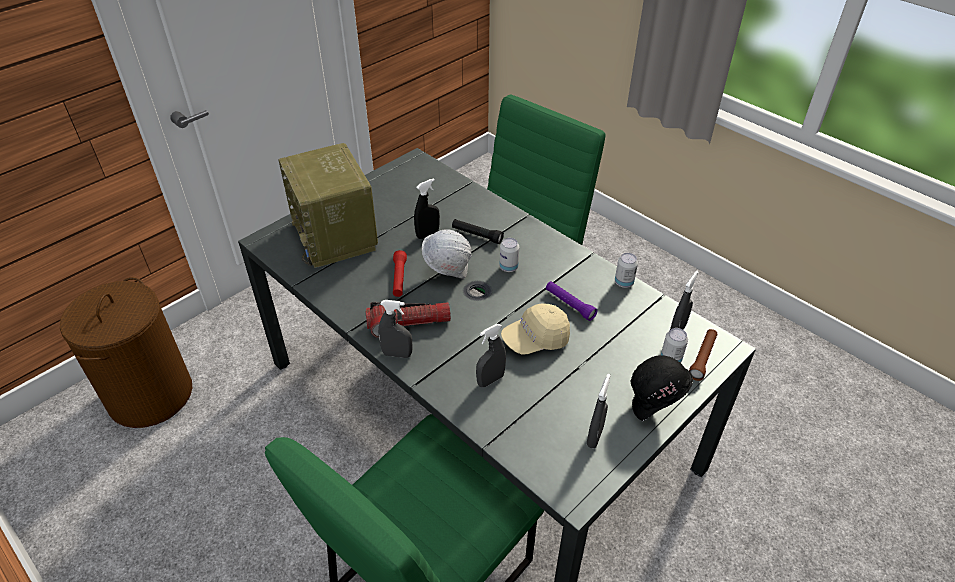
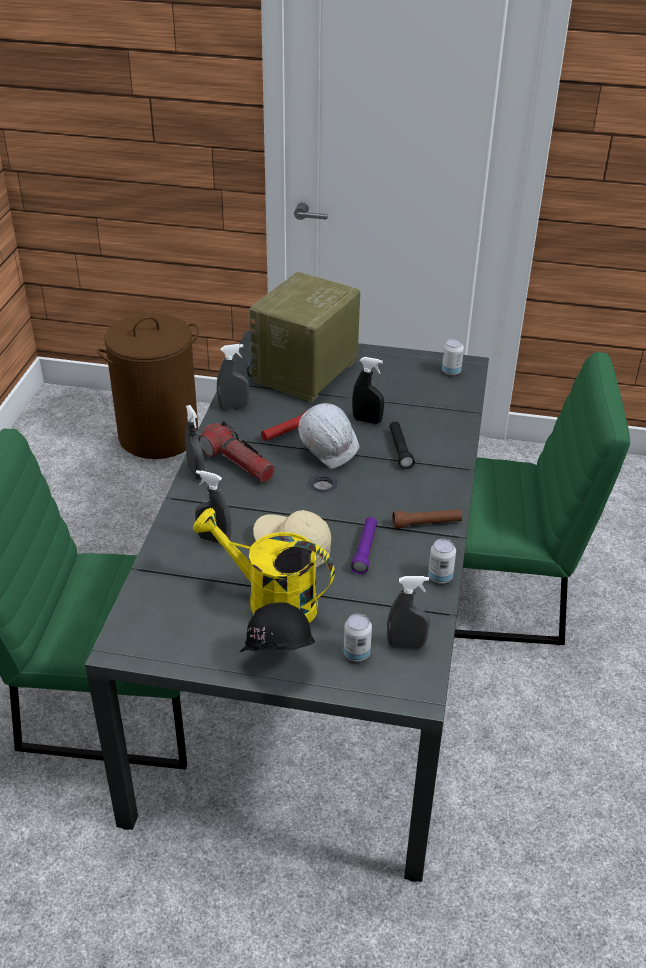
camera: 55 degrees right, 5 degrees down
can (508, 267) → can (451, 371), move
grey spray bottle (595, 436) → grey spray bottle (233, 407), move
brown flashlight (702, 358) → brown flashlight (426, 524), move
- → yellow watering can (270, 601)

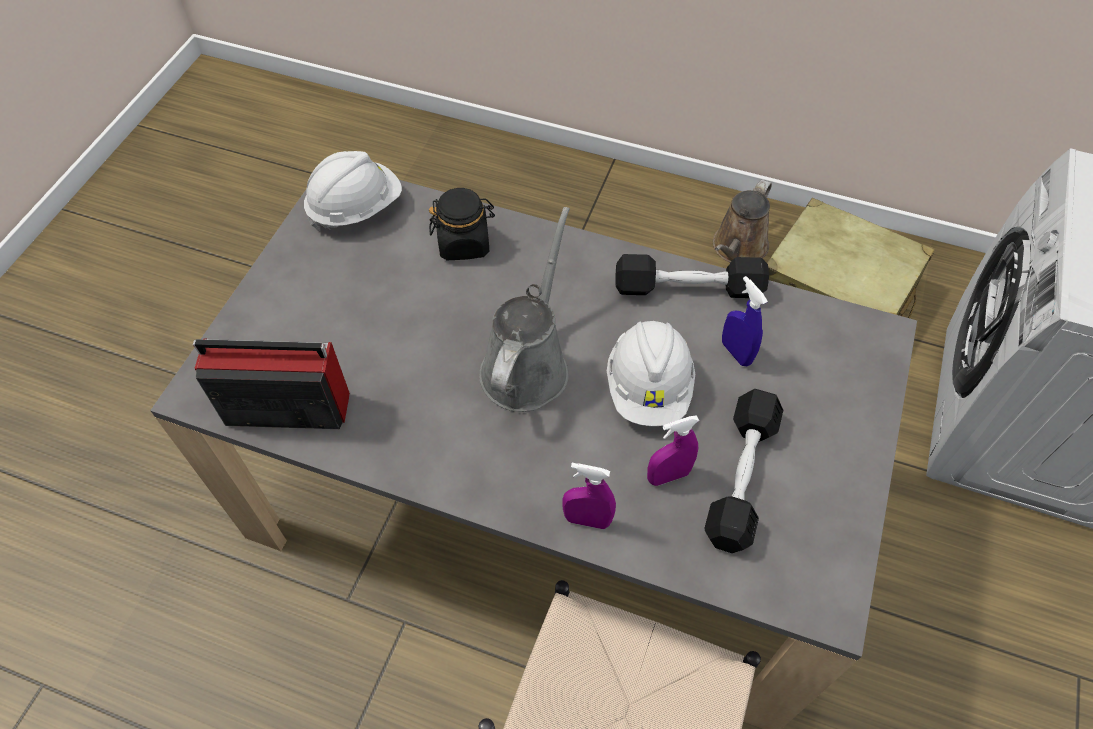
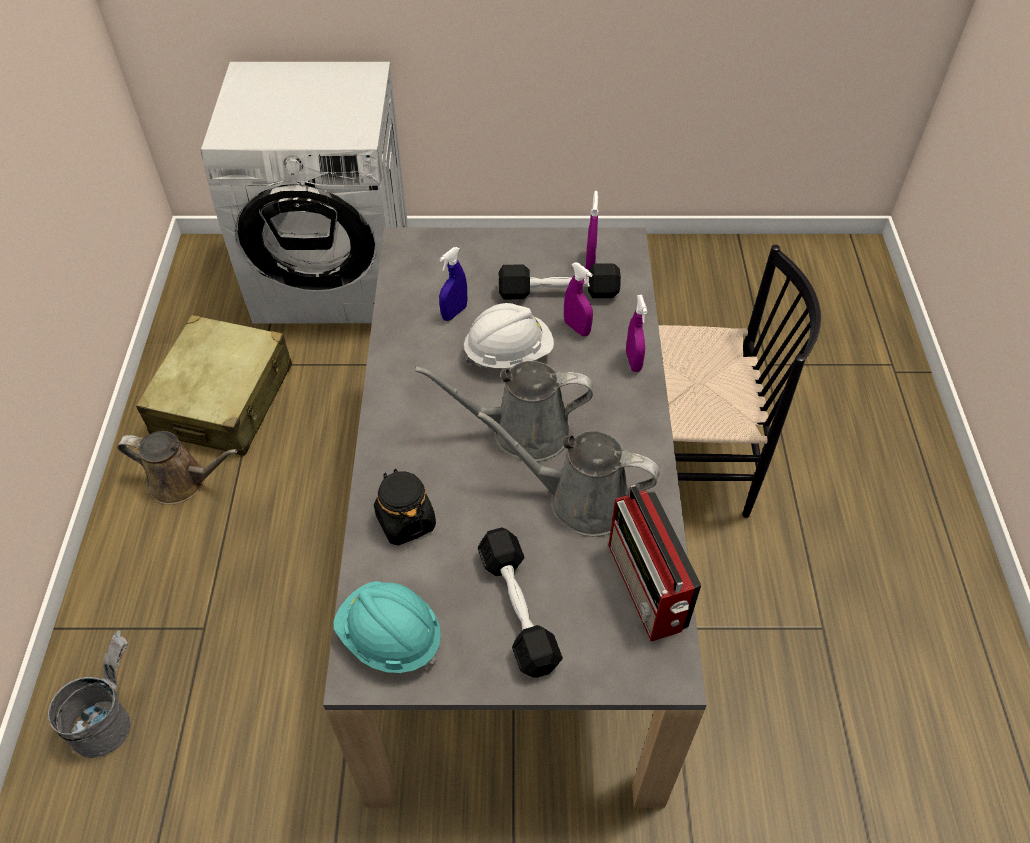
camera: 110 degrees left, 5 degrees down
white hard hat (356, 208) → turquoise hard hat (390, 637)
black dumbbell (688, 288) → black dumbbell (518, 609), move
- → grey bucket (110, 720)
- → grey watering can (580, 500)
- → purple spray bottle (590, 261)

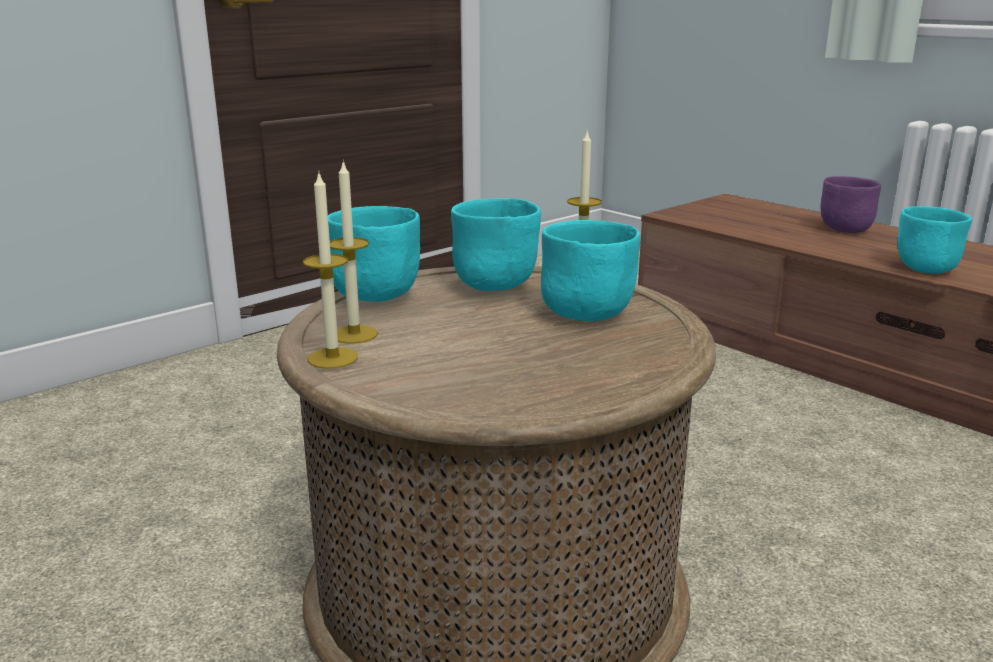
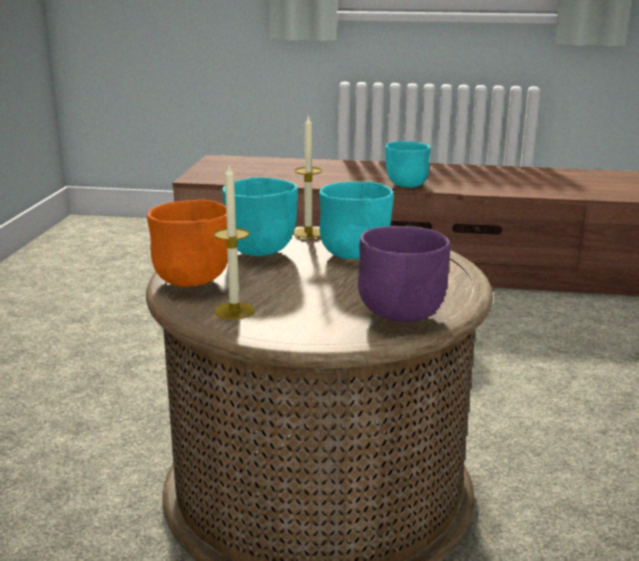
camera: 40 degrees left, 0 degrees up
candle (332, 358) → -
turquoise bowl (378, 296) → orange bowl (194, 280)
purple bowl (845, 230) → purple bowl (401, 315), move

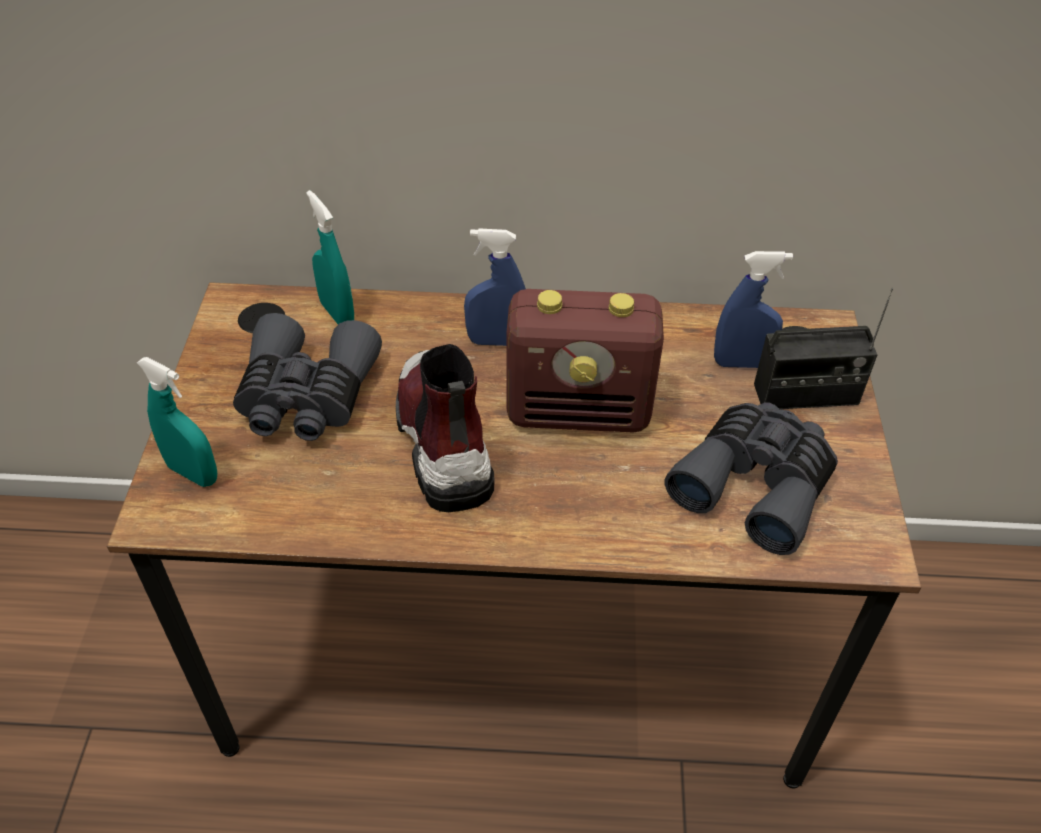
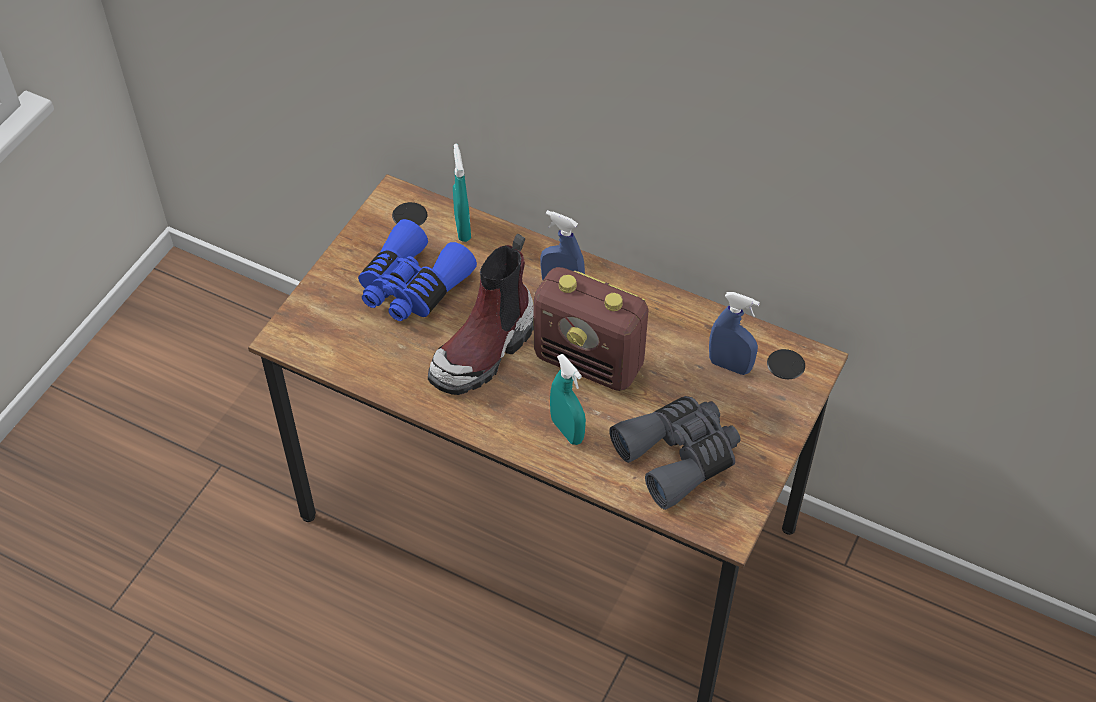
camera: 25 degrees right, 5 degrees up
turquoise spray bottle (193, 473) → turquoise spray bottle (567, 430), move
grey binoculars (306, 396) → blue binoculars (412, 286)
boot (442, 441) → boot (485, 350), 150 degrees counterclockwise
radio (806, 394) → -

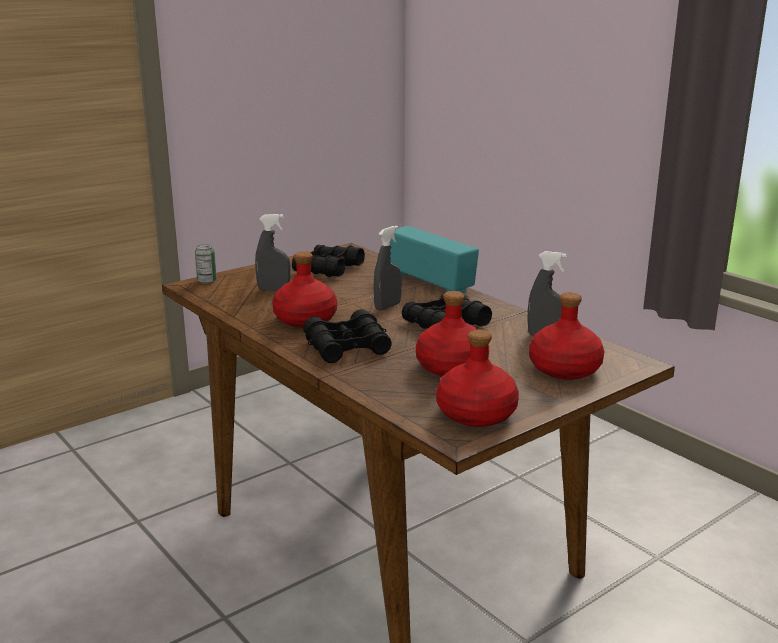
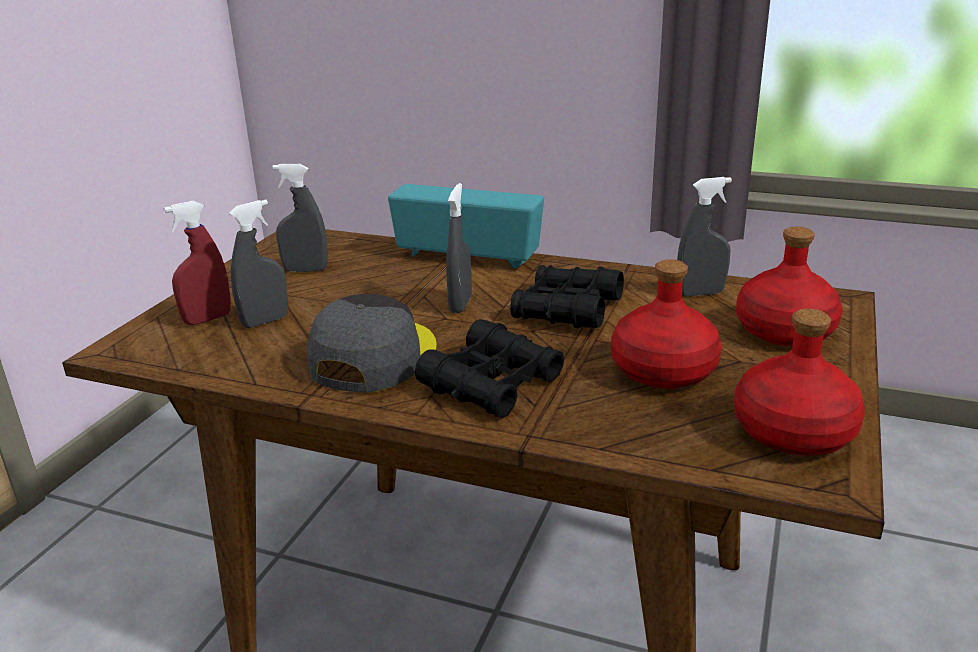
camera: 30 degrees left, 5 degrees up
can (207, 281) → -
red bottle (304, 319) → grey cap (373, 357)
black binoculars (328, 269) → grey spray bottle (305, 270)
- → red spray bottle (207, 319)

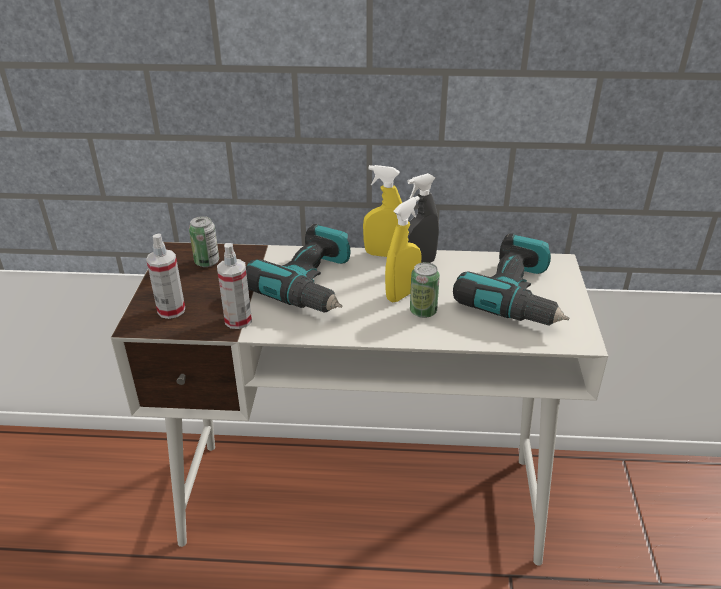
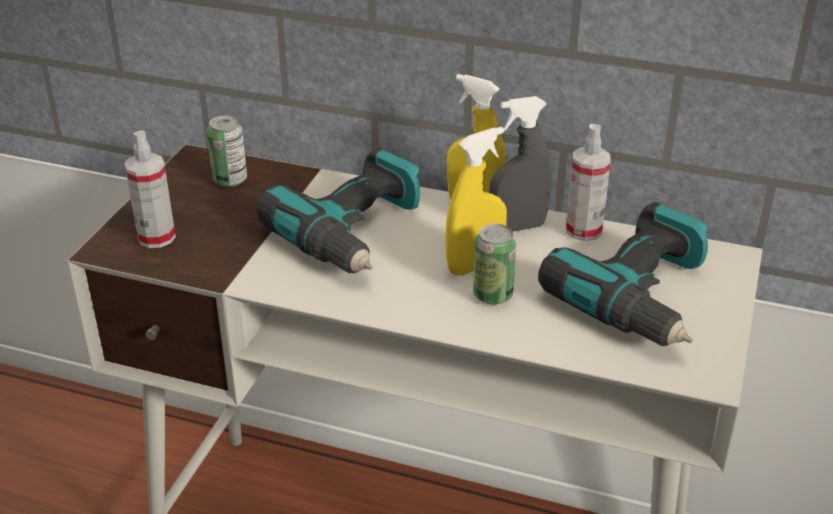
camera: 15 degrees right, 0 degrees up
spray bottle (238, 320) → spray bottle (583, 230), move

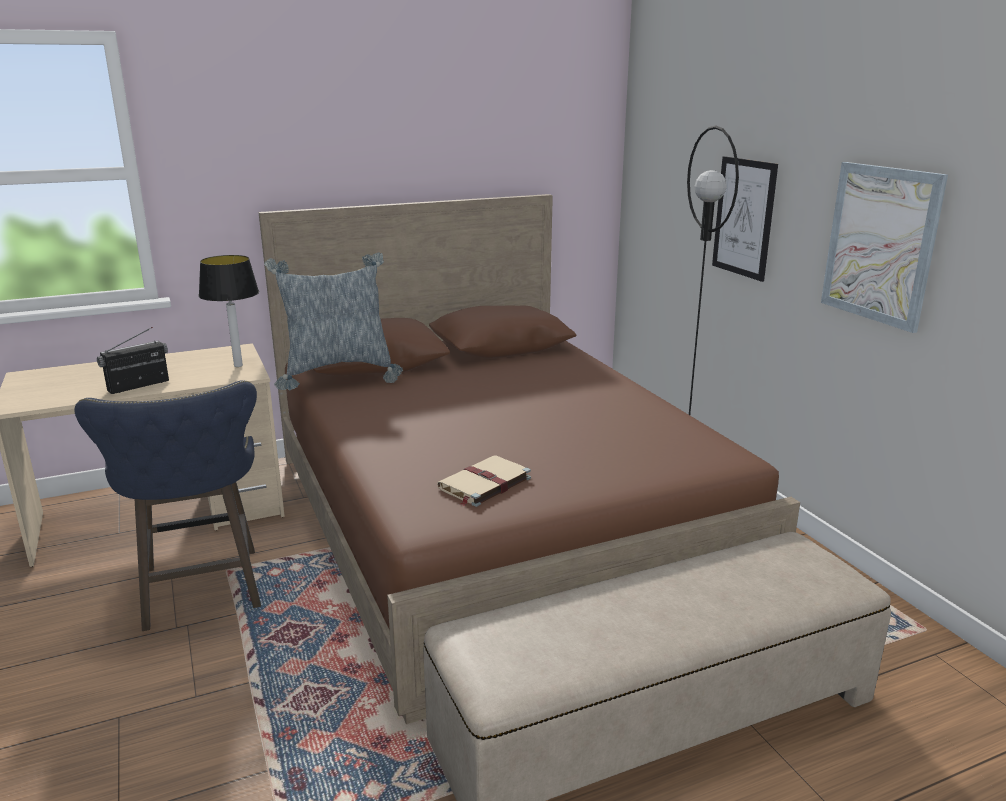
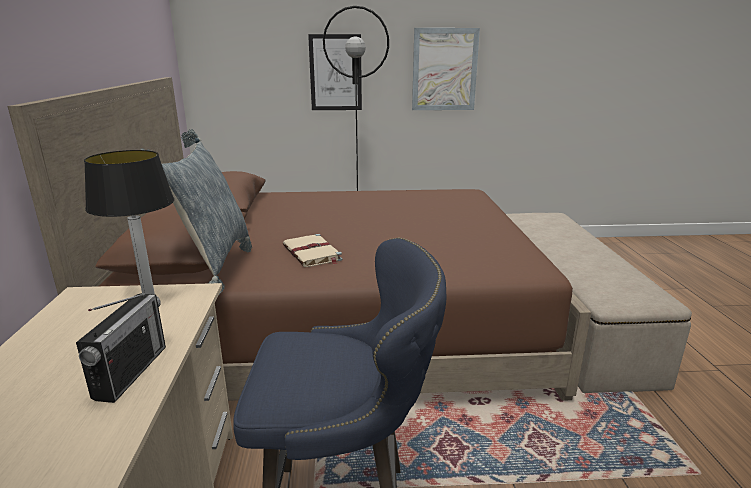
camera: 70 degrees left, 0 degrees up
radio (139, 386) → radio (131, 372), 150 degrees counterclockwise
beige book (483, 484) → beige book (312, 253), move

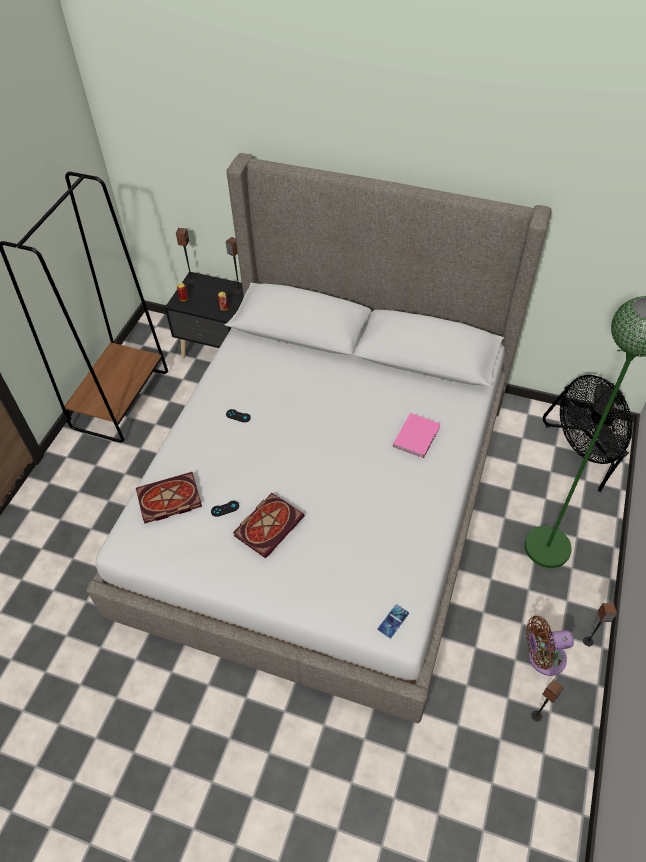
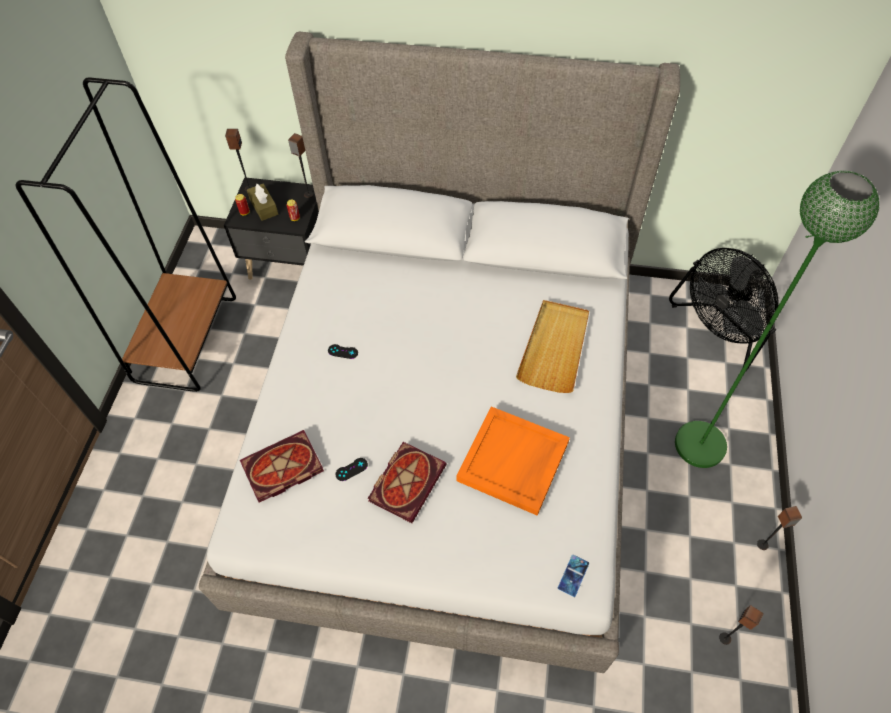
camera: 10 degrees left, 5 degrees up
pink book (417, 436) → beige tray (554, 348)
brown fan (542, 658) → -
- → brown tissue box (264, 207)
- → orange tray (513, 462)

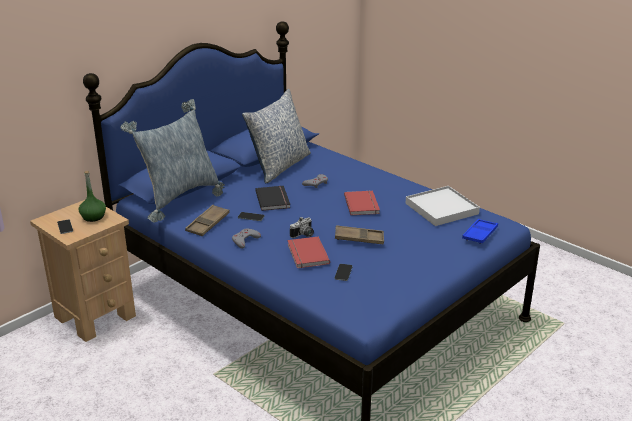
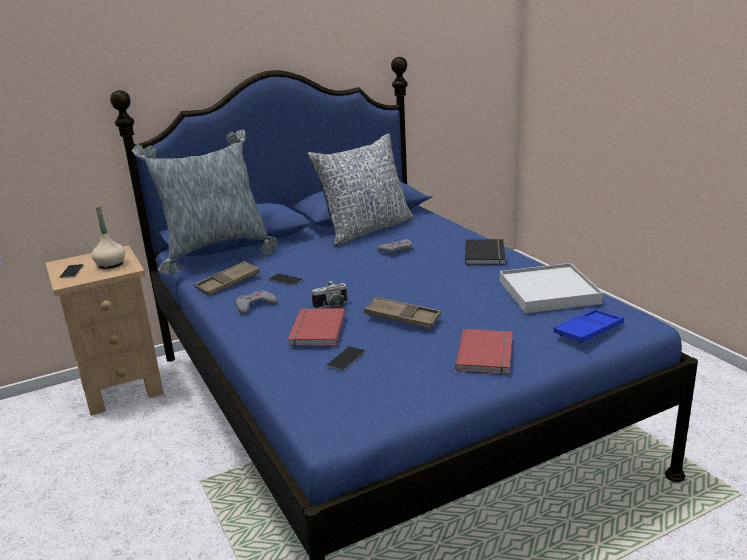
camera: 20 degrees right, 5 degrees down
green bottle (93, 217) → beige bottle (110, 264)
black book (274, 199) → black book (486, 254), move
red book (363, 204) → red book (487, 354), move

